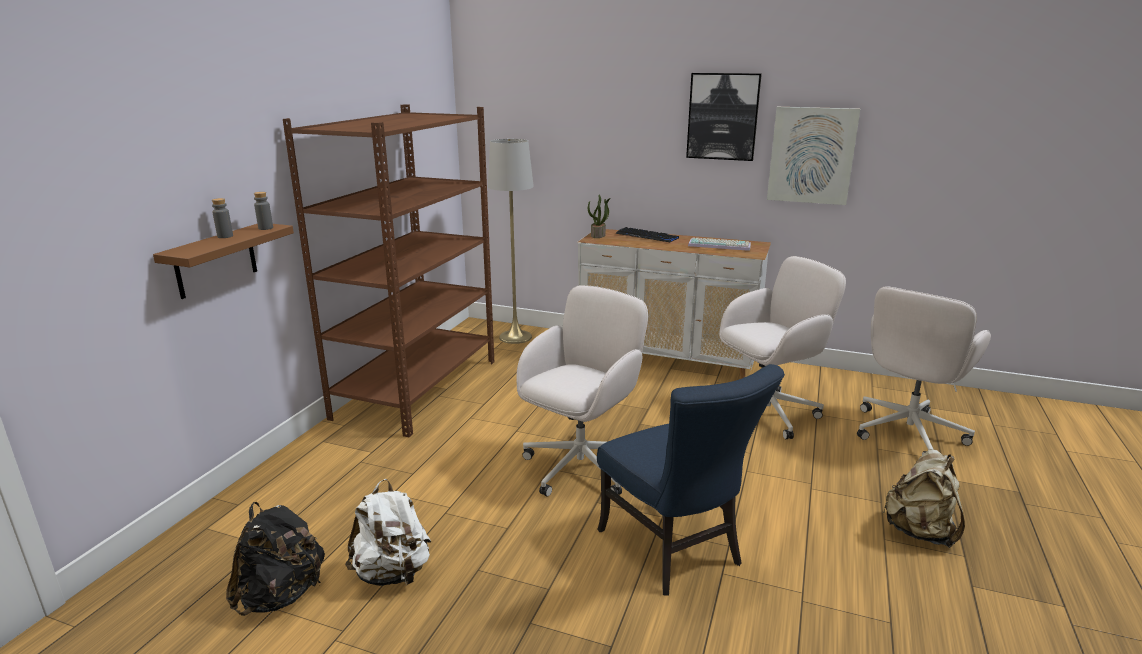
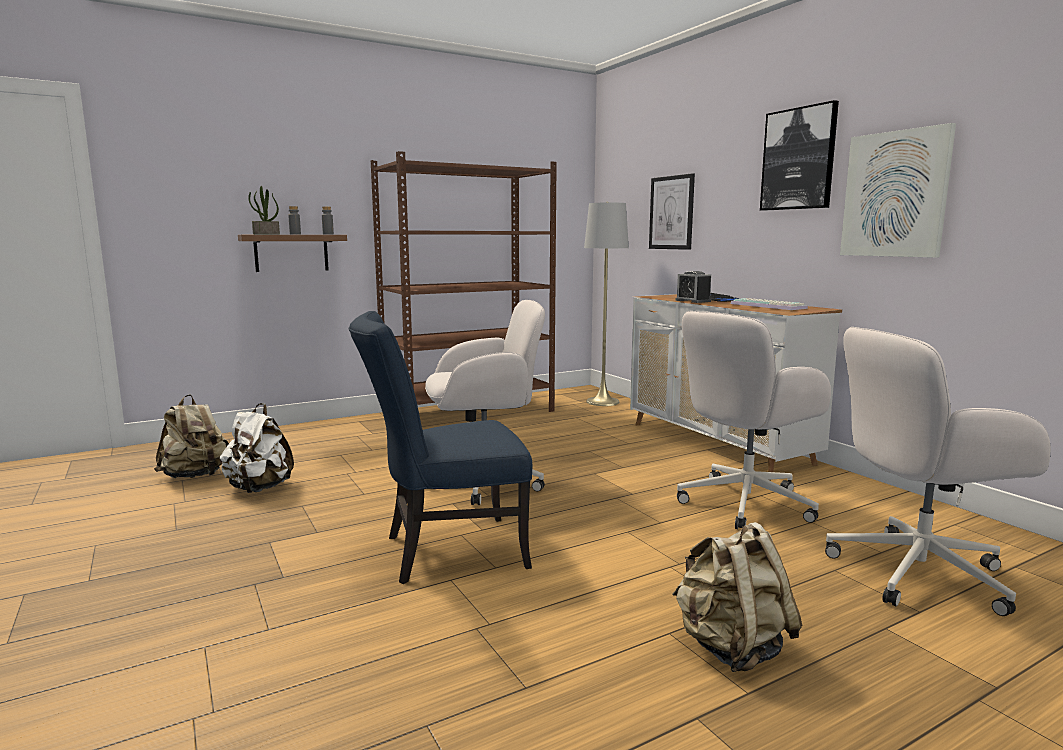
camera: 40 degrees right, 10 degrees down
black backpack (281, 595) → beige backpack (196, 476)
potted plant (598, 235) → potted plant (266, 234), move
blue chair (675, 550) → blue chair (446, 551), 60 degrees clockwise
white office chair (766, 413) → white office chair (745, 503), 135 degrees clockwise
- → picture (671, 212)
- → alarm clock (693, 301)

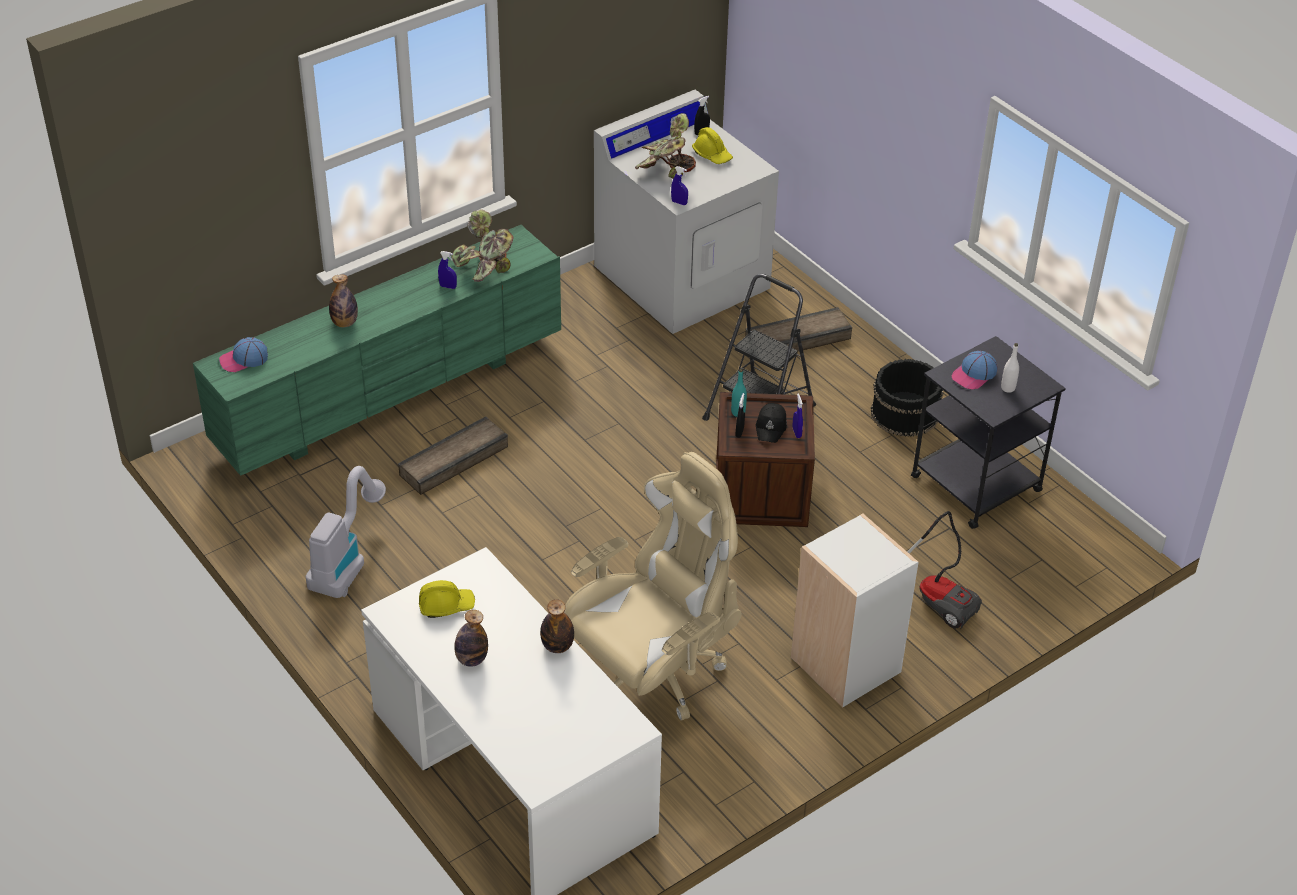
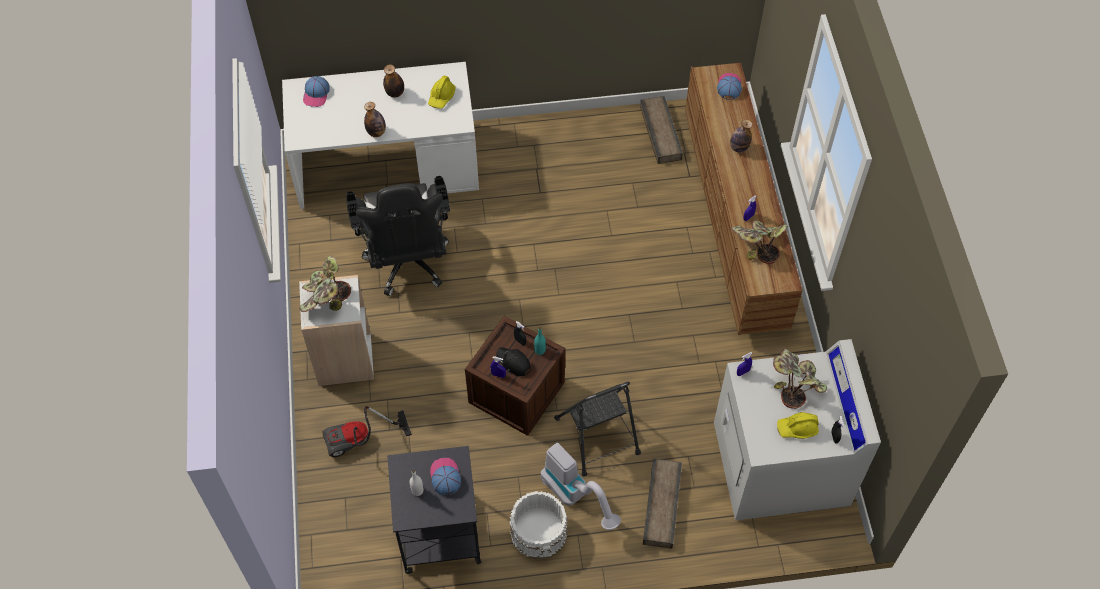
camera: 120 degrees right, 15 degrees up
green cabinet (390, 398) → brown cabinet (733, 224)
vacuum cleaner (346, 561) → vacuum cleaner (576, 497), move
crate (452, 460) → crate (661, 132), move
beige office chair (651, 676) → black office chair (406, 256)
black bucket (904, 413) → white bucket (539, 531)
- → potted plant (325, 299)
- → cap (316, 94)

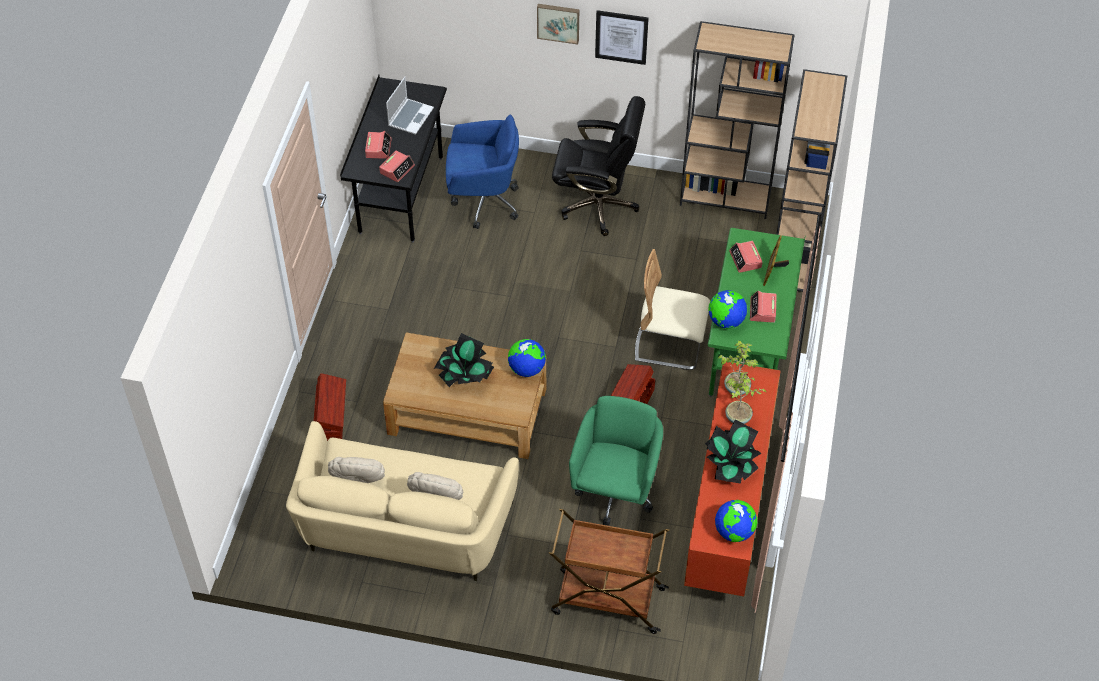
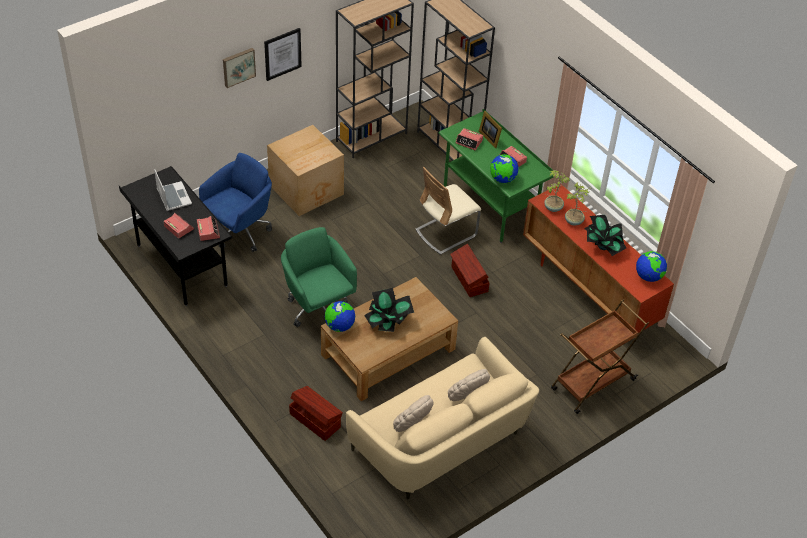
camera: 50 degrees left, 5 degrees down
globe (527, 369) → globe (339, 326), move
black office chair (597, 205) → cardboard box (307, 190)
green office chair (615, 496) → green office chair (318, 311), move

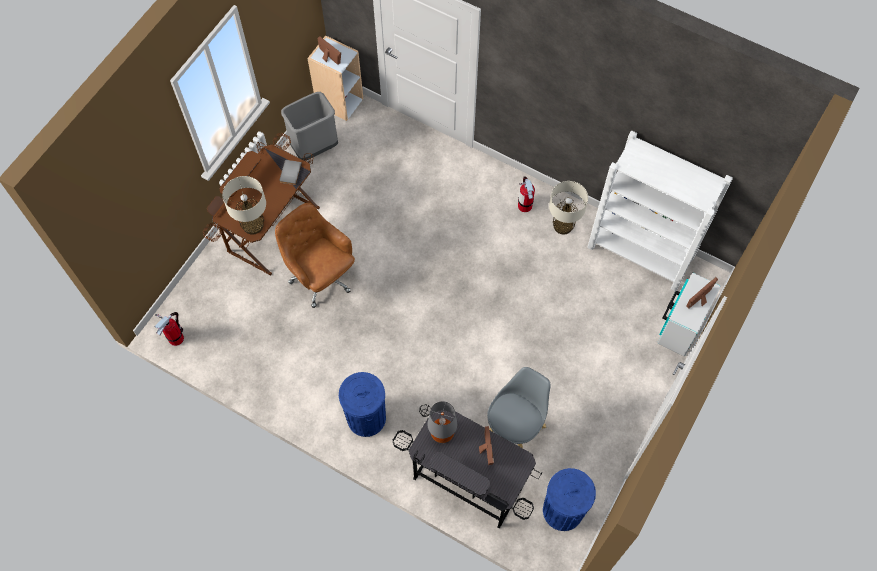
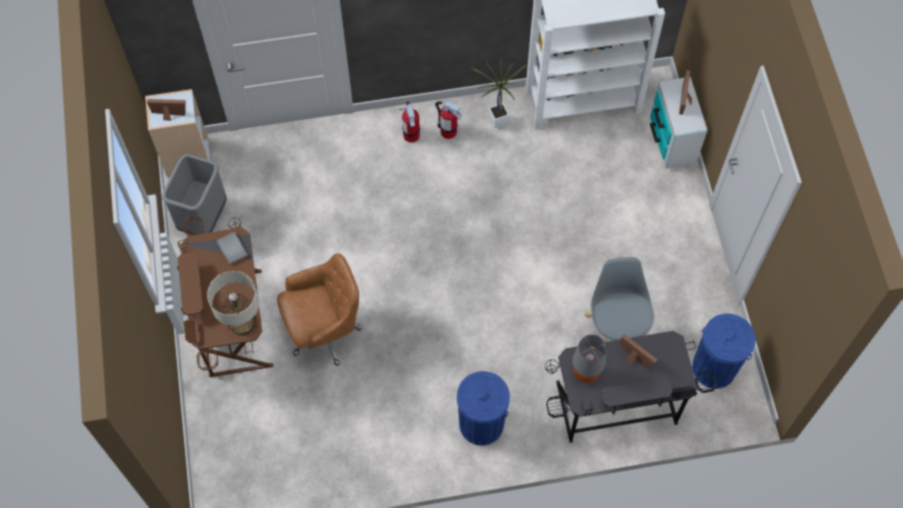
camera: 40 degrees left, 0 degrees up
fire extinguisher (176, 338) → fire extinguisher (411, 135), move
brown office chair (322, 277) → brown office chair (324, 331), 150 degrees clockwise
table lamp (563, 226) → potted plant (497, 125)

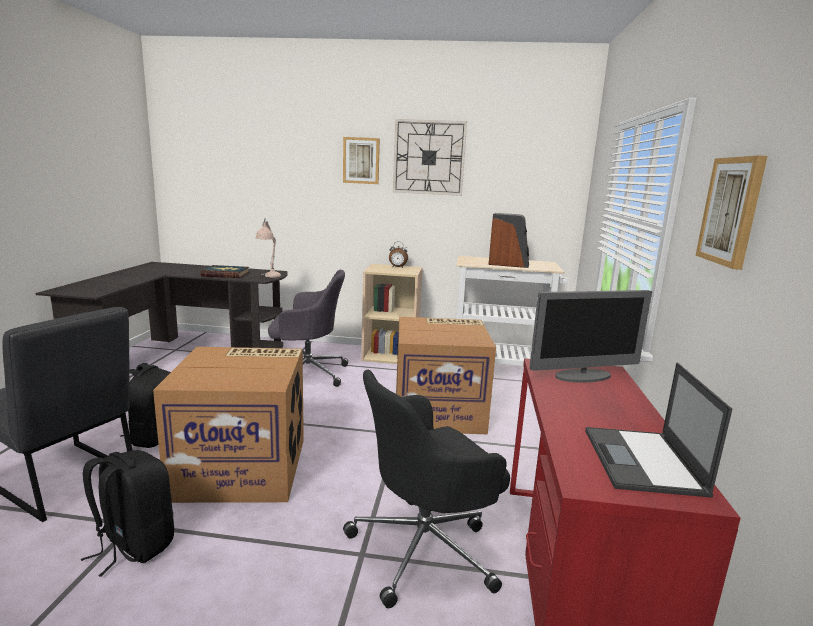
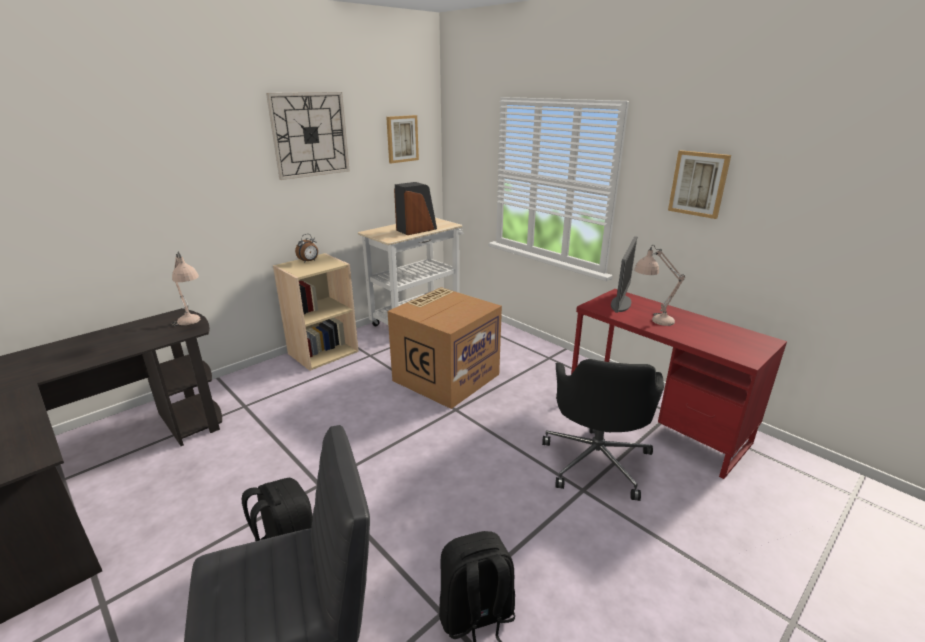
camera: 50 degrees left, 10 degrees up
cardboard box (243, 467) → -
book (226, 274) → -
grey office chair (307, 373) → -
picture (361, 160) → picture (402, 139), move
laptop (643, 462) → -
- → beige table lamp (651, 321)

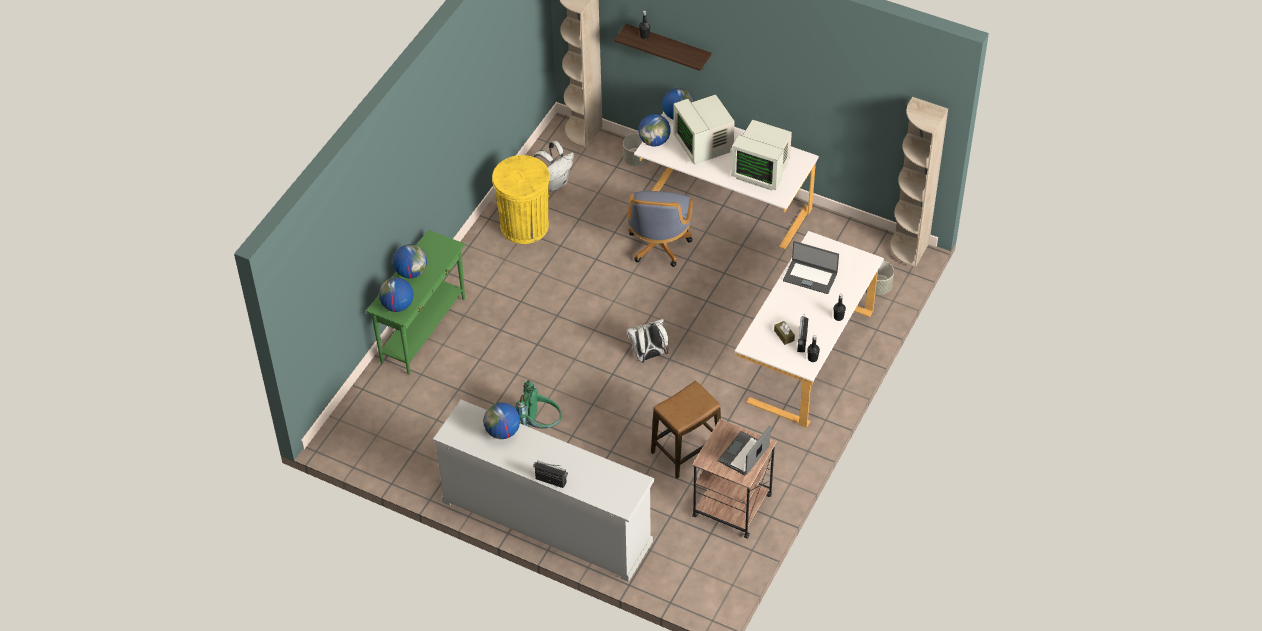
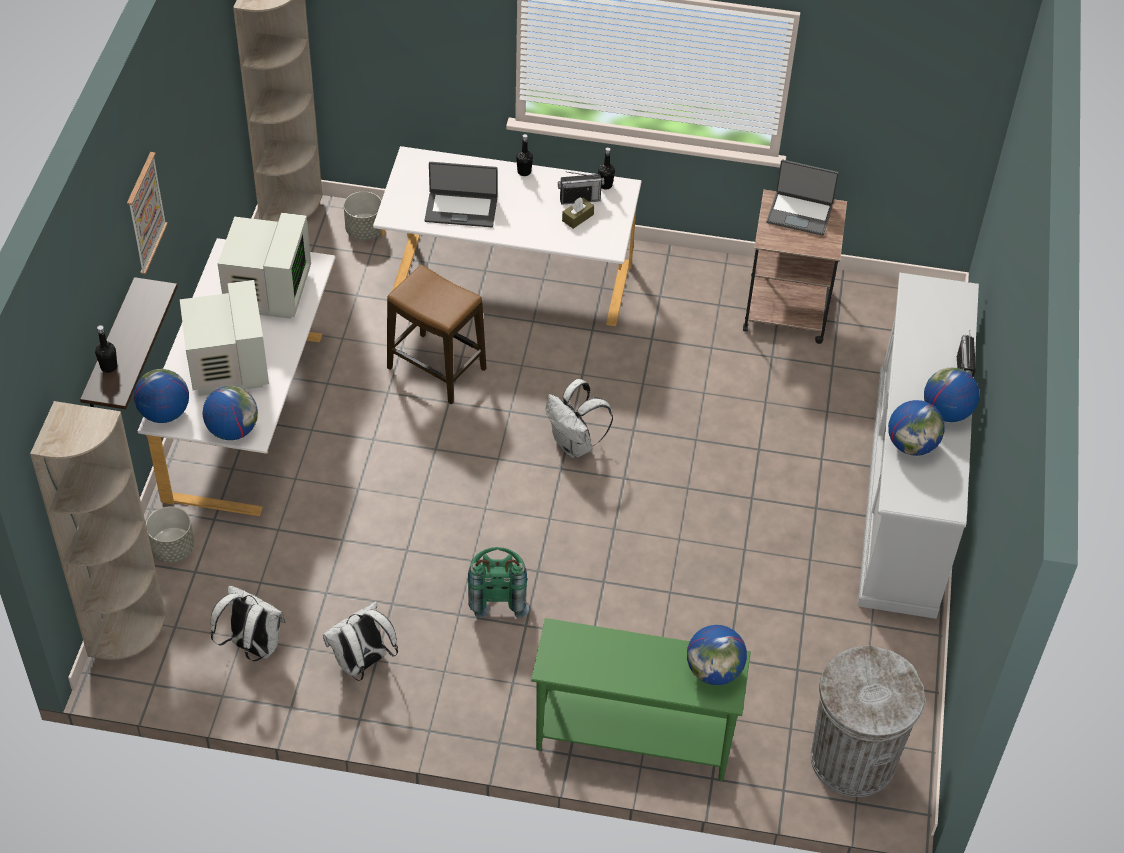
camera: 110 degrees left, 0 degrees up
globe (411, 272) → globe (946, 412), move
yellow trash can (524, 226) → white backpack (362, 664)
green backpack (540, 426) → green backpack (497, 595), move
blue office chair (658, 250) → -
stool (686, 451) → stool (436, 369), move
monitor (704, 145) → monitor (227, 368), 60 degrees counterclockwise
laptop (810, 276) → laptop (461, 209), 90 degrees clockwise
- → picture (145, 213)
- → grey trash can (852, 759)

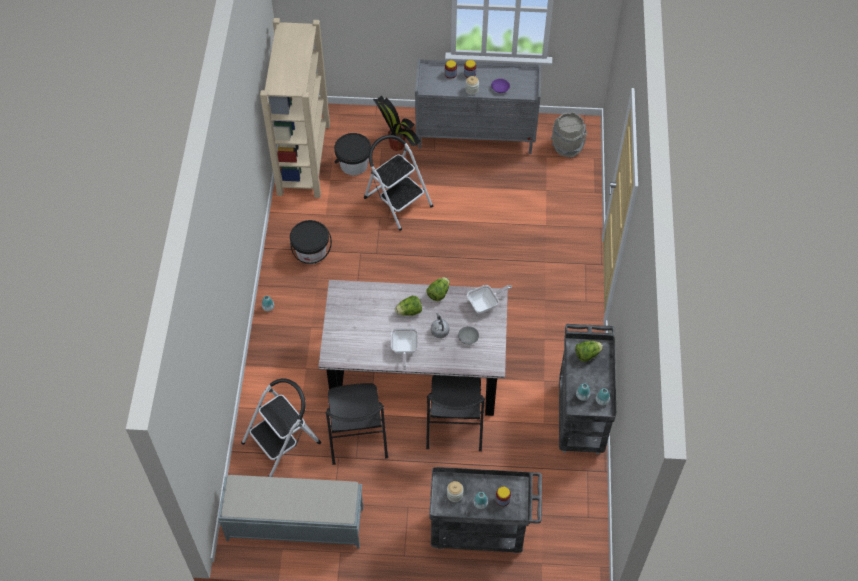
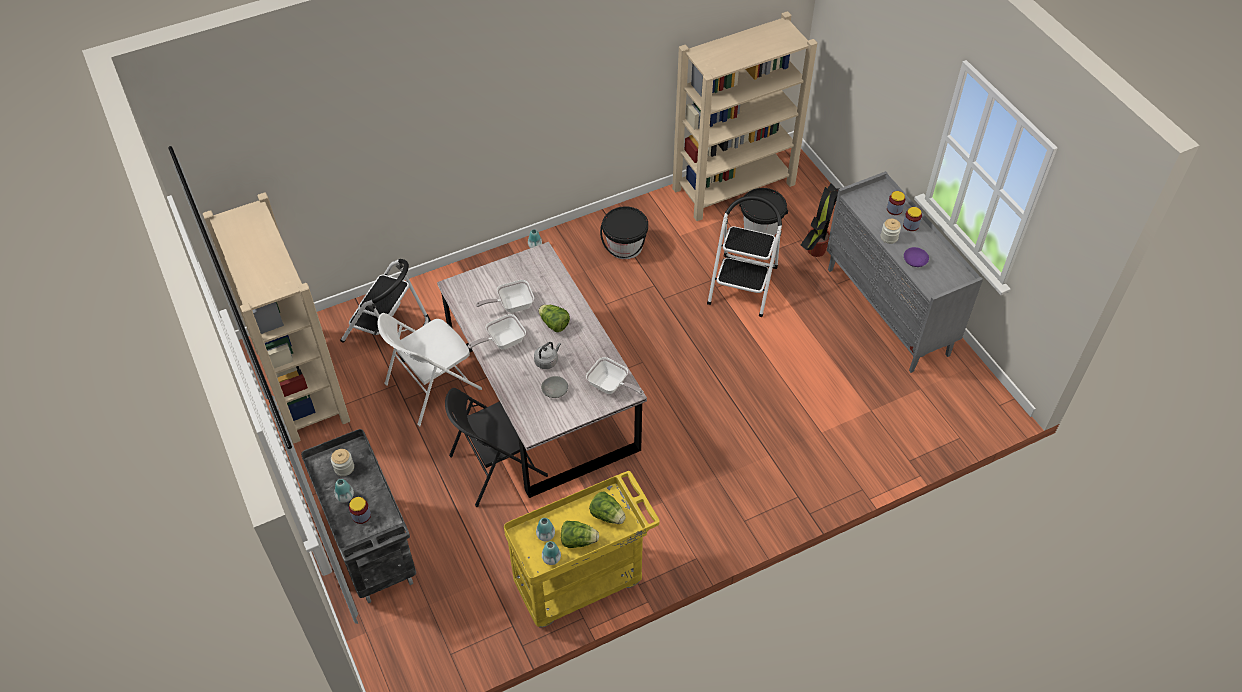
camera: 60 degrees right, 5 degrees down
grey bench (294, 523) → beige bookcase (301, 385)
black chair (356, 433) → white chair (433, 386)
lettuce (438, 293) → lettuce (578, 540), move
grey bucket (567, 147) → -
black cart (580, 414) → yellow cart (584, 584)
- → frying pan (512, 305)

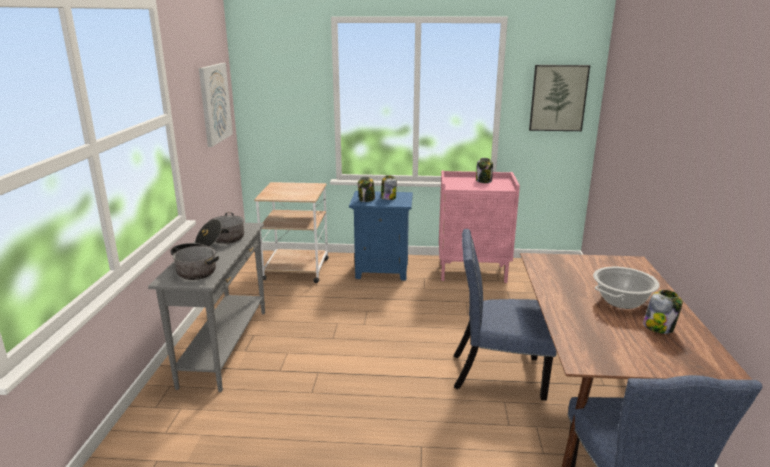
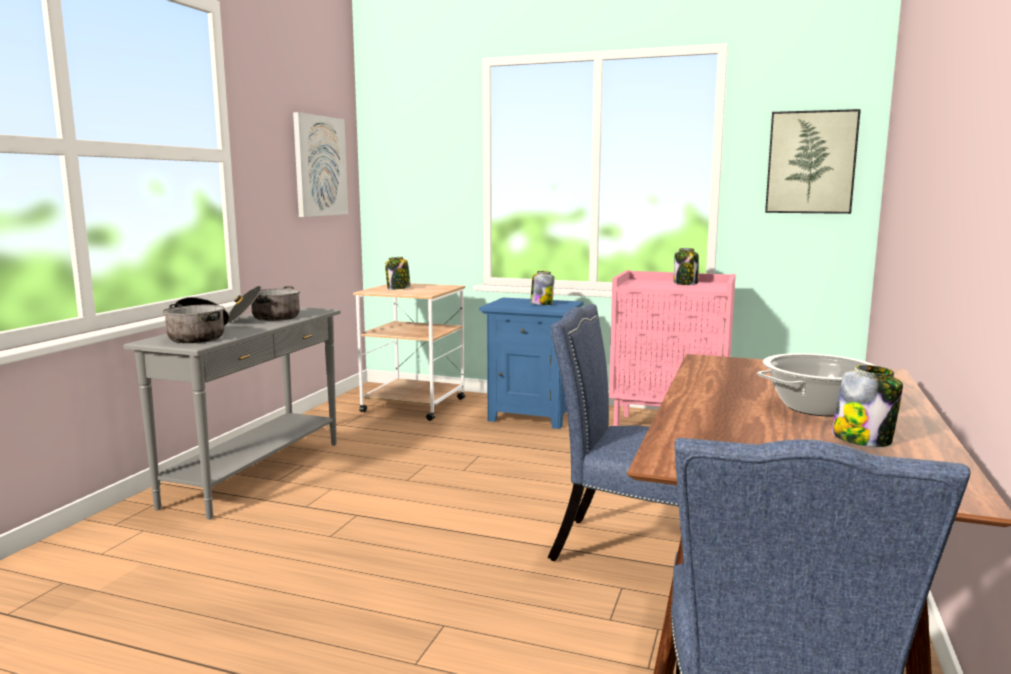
camera: 15 degrees right, 10 degrees down
jar (366, 200) → jar (398, 288), move

